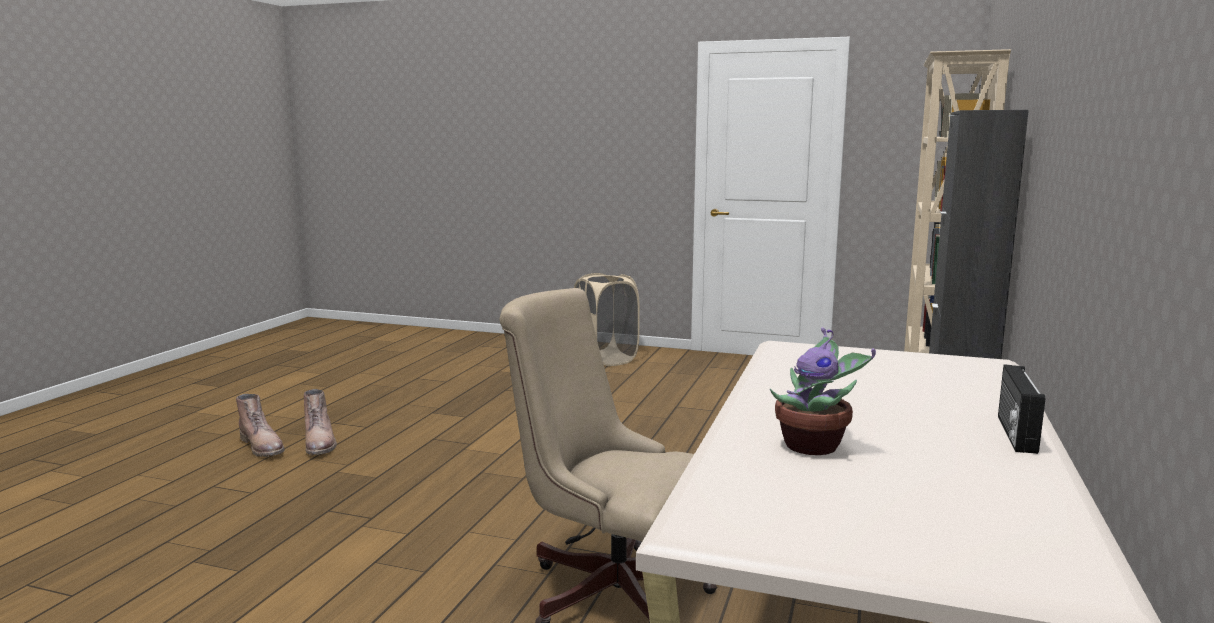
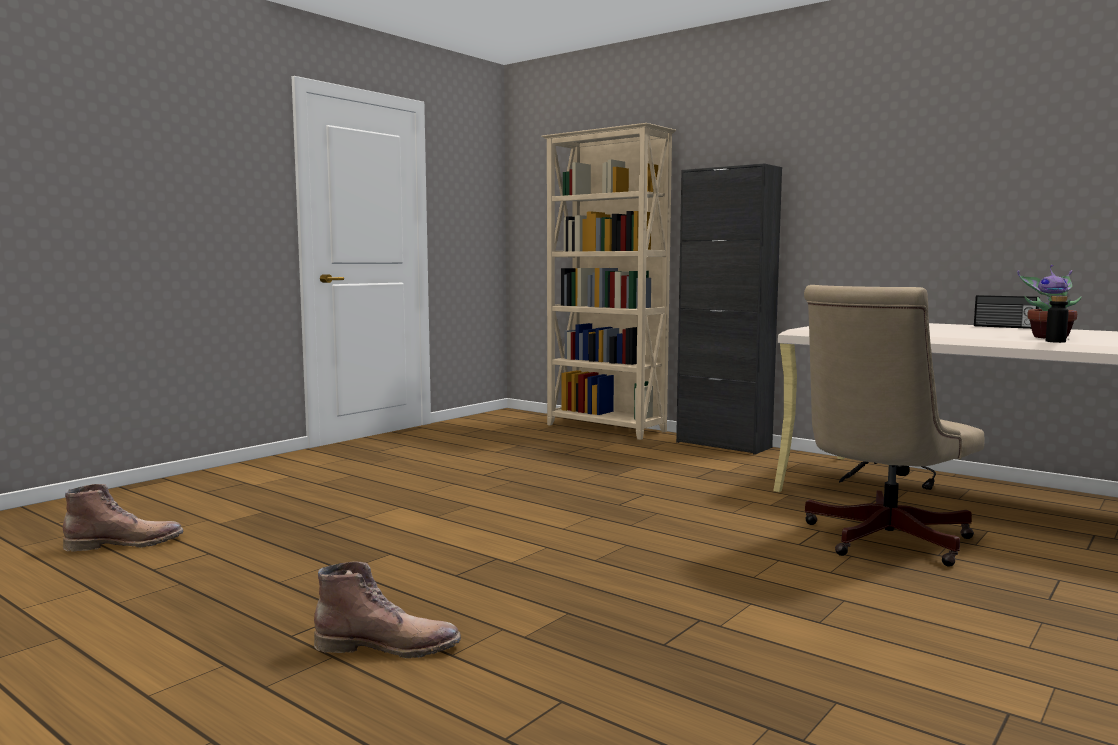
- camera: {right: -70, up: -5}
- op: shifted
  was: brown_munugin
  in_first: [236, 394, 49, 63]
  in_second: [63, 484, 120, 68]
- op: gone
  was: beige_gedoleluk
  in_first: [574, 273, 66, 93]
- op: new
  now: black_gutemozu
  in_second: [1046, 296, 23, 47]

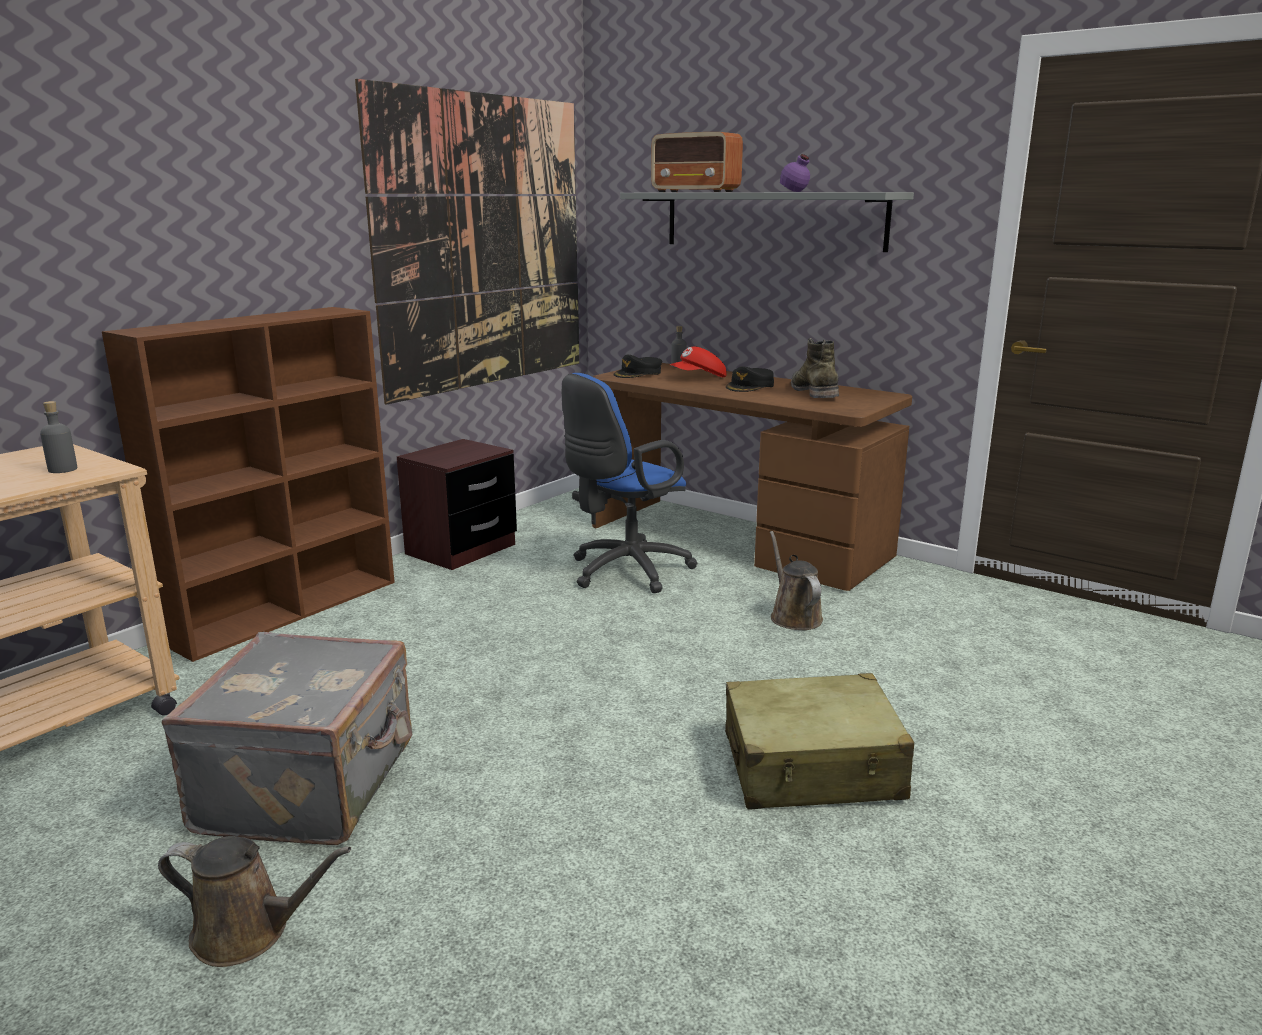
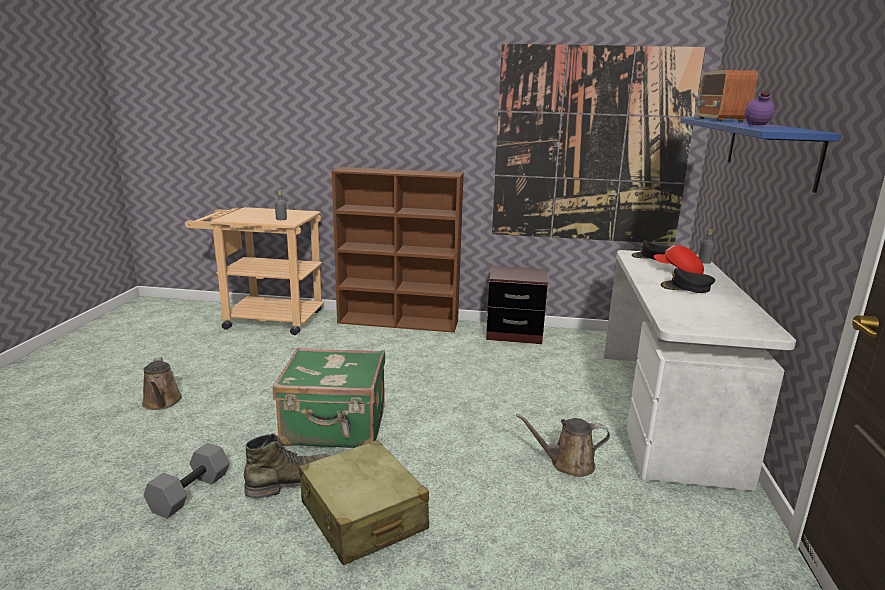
- camera: {right: 60, up: 0}
- op: gone
  was: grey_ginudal
  in_first: [162, 632, 250, 213]
- op: gone
  was: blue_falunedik
  in_first: [562, 373, 136, 220]
- op: repainted
  was: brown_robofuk
  now: white_robofuk
  in_first: [592, 363, 320, 228]
  in_second: [604, 250, 192, 241]
- op: repainted
  was: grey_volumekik
  now: blue_volumekik
  in_first: [620, 192, 294, 60]
  in_second: [680, 117, 162, 76]
- op: rotated
  was: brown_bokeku
  in_first: [770, 531, 53, 99]
  in_second: [516, 414, 94, 63]
  clockwise: -135
- op: shifted
  was: green_munugin
  in_first: [791, 338, 48, 60]
  in_second: [244, 433, 86, 65]
- op: new
  now: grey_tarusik
  in_second: [143, 443, 87, 76]
- op: new
  now: green_ginudal
  in_second: [273, 348, 112, 100]

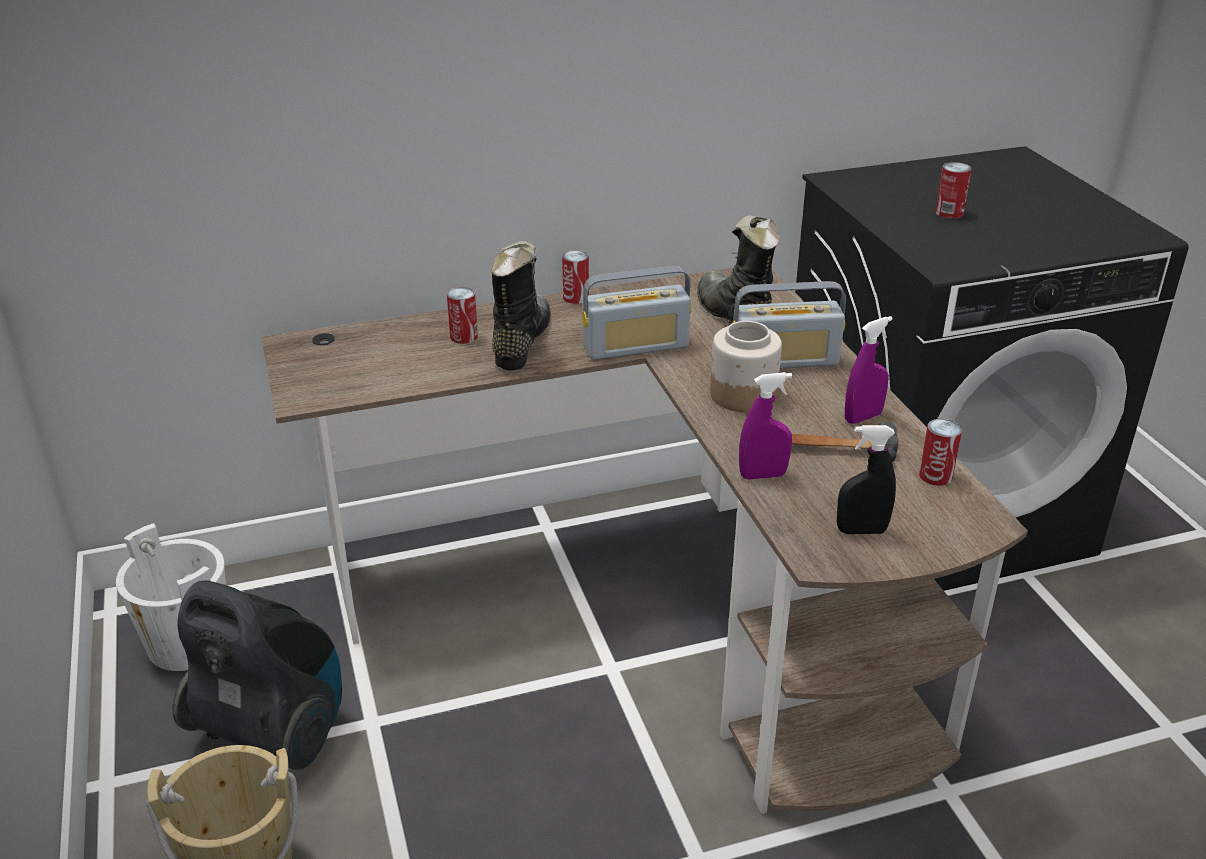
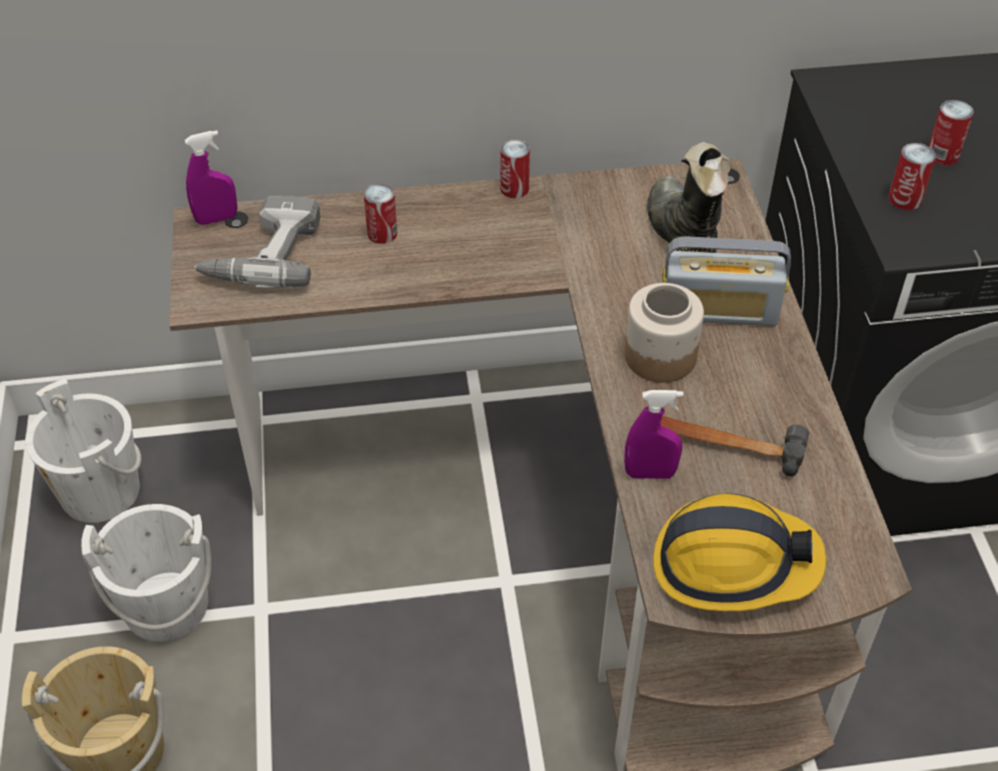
- camera: {right: 10, up: 15}
- op: swapped
  was: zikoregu
  now: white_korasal
  in_first: [172, 580, 170, 190]
  in_second: [81, 504, 130, 138]
- op: gone
  was: black_munugin
  in_first: [491, 241, 60, 129]
- op: gone
  was: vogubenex
  in_first: [582, 266, 109, 94]
- op: swapped
  was: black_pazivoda
  now: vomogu
  in_first: [837, 425, 59, 109]
  in_second: [653, 493, 173, 118]
- op: shifted
  was: purple_pazivoda
  in_first: [845, 316, 48, 107]
  in_second: [185, 130, 52, 95]
- op: shifted
  was: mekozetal
  in_first: [919, 419, 43, 67]
  in_second: [889, 143, 47, 67]
- op: new
  now: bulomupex
  in_second: [194, 196, 127, 92]

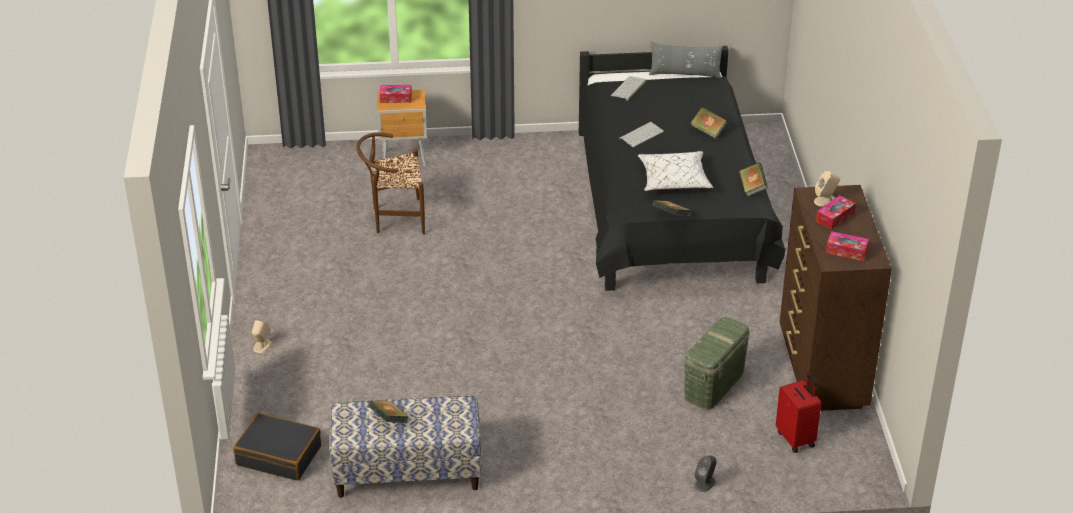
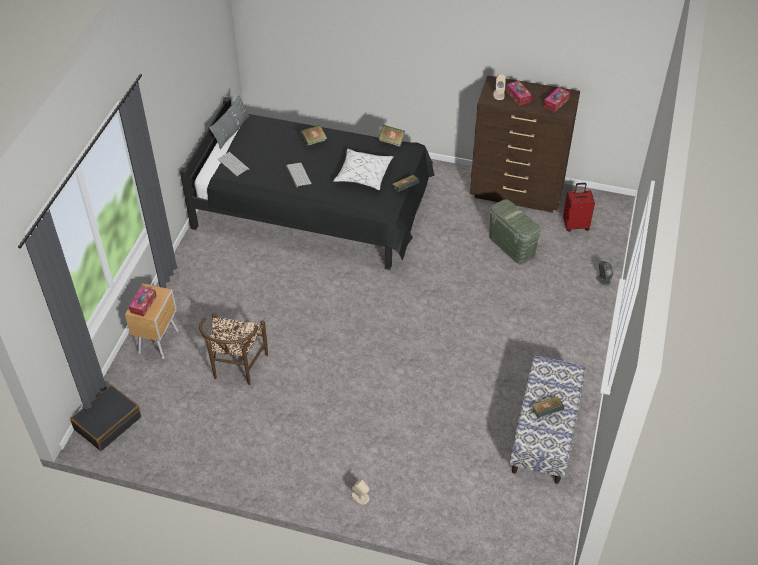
- camera: {right: -70, up: 10}
- op: shifted
  was: black_ginudal
  in_first: [233, 413, 88, 68]
  in_second: [70, 385, 71, 66]

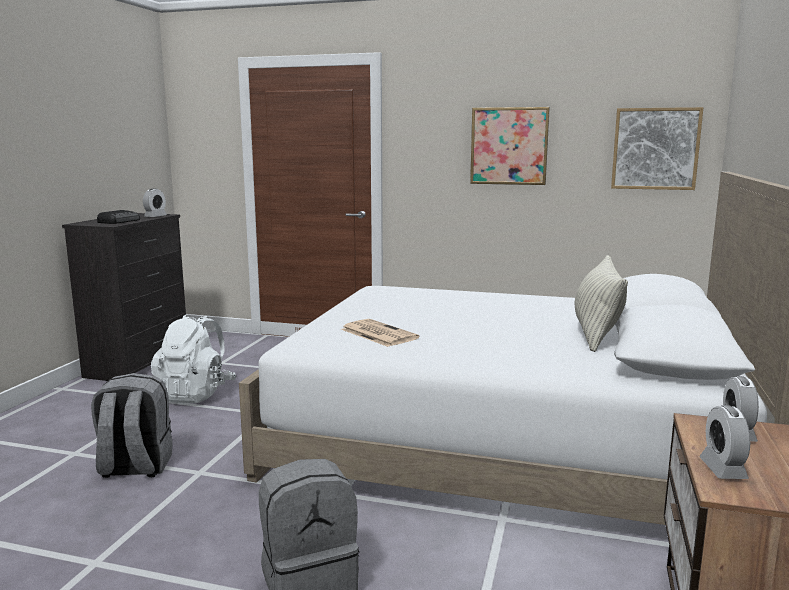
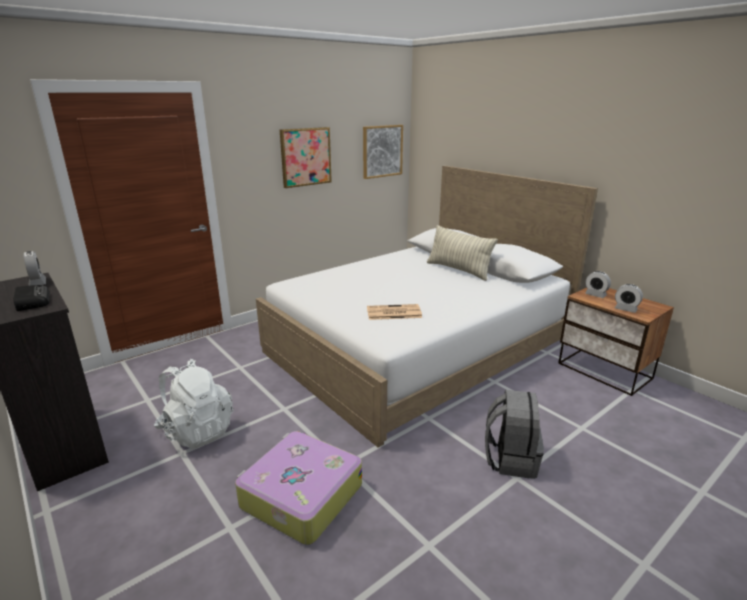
- camera: {right: -55, up: 10}
- op: swapped
  was: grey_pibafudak
  now: ginudal
  in_first: [91, 373, 82, 105]
  in_second: [235, 431, 127, 114]

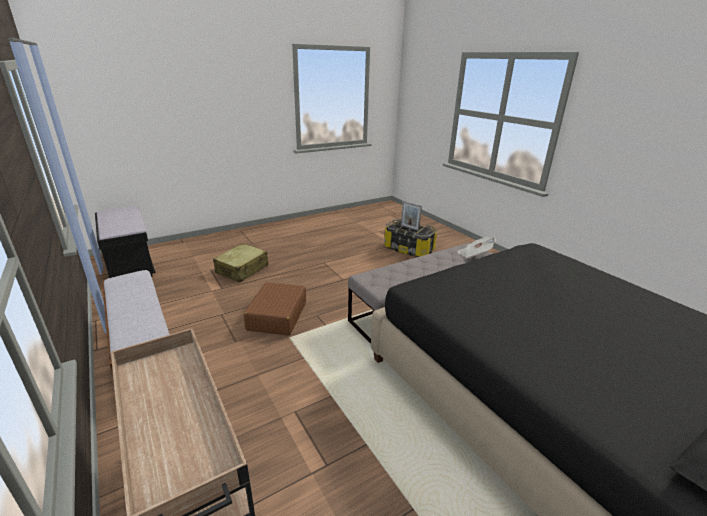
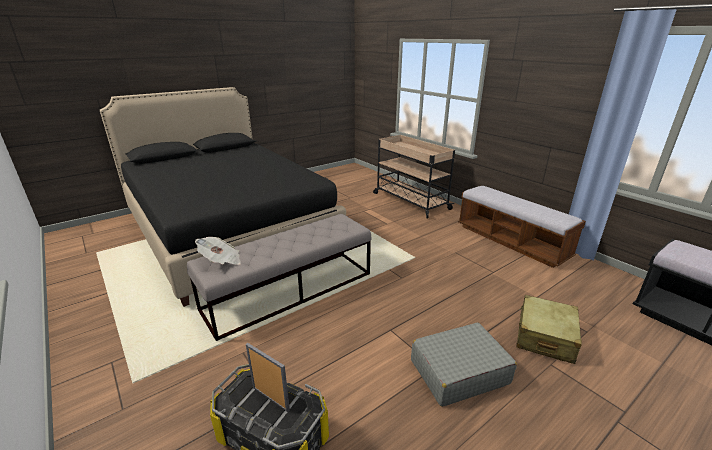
- camera: {right: 175, up: 0}
- op: gone
  was: brown_ginudal
  in_first: [244, 282, 62, 54]
- op: new
  now: grey_ginudal
  in_second: [411, 322, 106, 85]

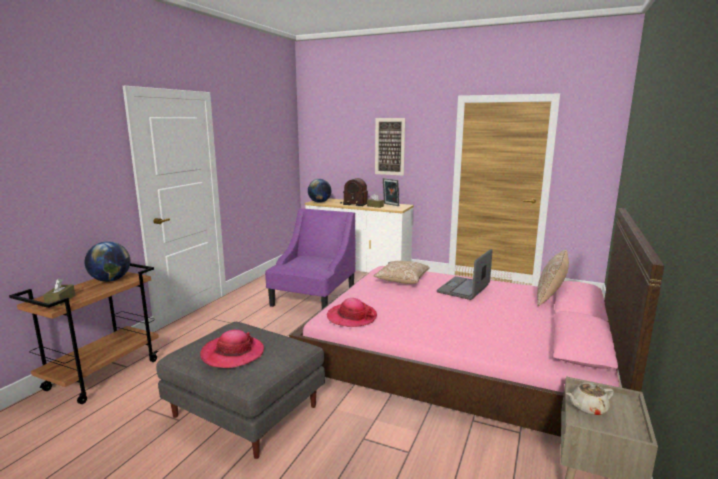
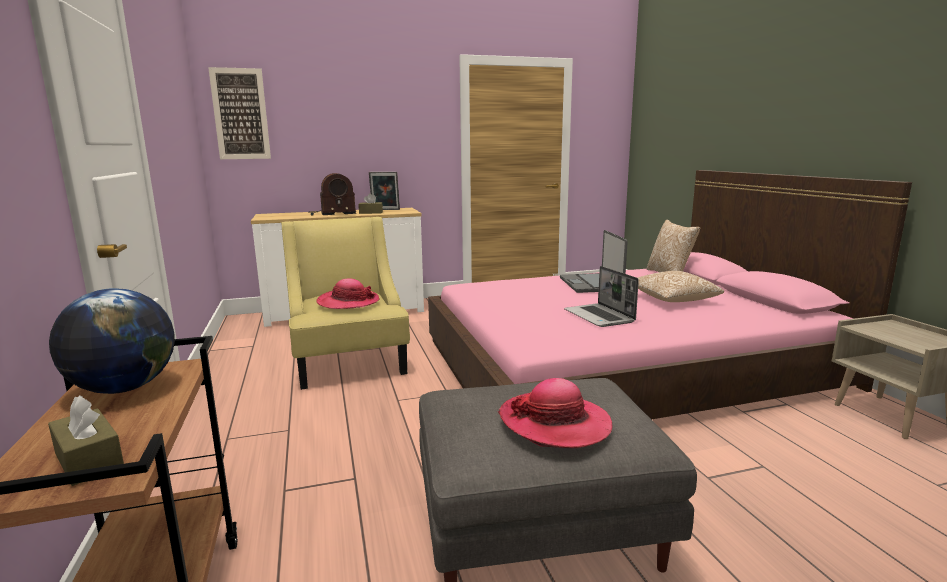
- camera: {right: -40, up: 0}
- op: repainted
  was: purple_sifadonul
  now: yellow_sifadonul
  in_first: [265, 208, 90, 101]
  in_second: [281, 217, 129, 173]
- op: gone
  was: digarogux
  in_first: [308, 179, 24, 24]
- op: shifted
  was: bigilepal
  in_first: [327, 298, 50, 29]
  in_second: [316, 278, 63, 31]
- op: shifted
  was: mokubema
  in_first: [373, 261, 57, 23]
  in_second: [637, 271, 87, 31]
- op: shifted
  was: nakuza
  in_first: [375, 118, 30, 58]
  in_second: [208, 67, 63, 92]
- op: gone
  was: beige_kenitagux
  in_first: [566, 383, 48, 33]
- op: new
  now: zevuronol
  in_second: [564, 266, 75, 61]

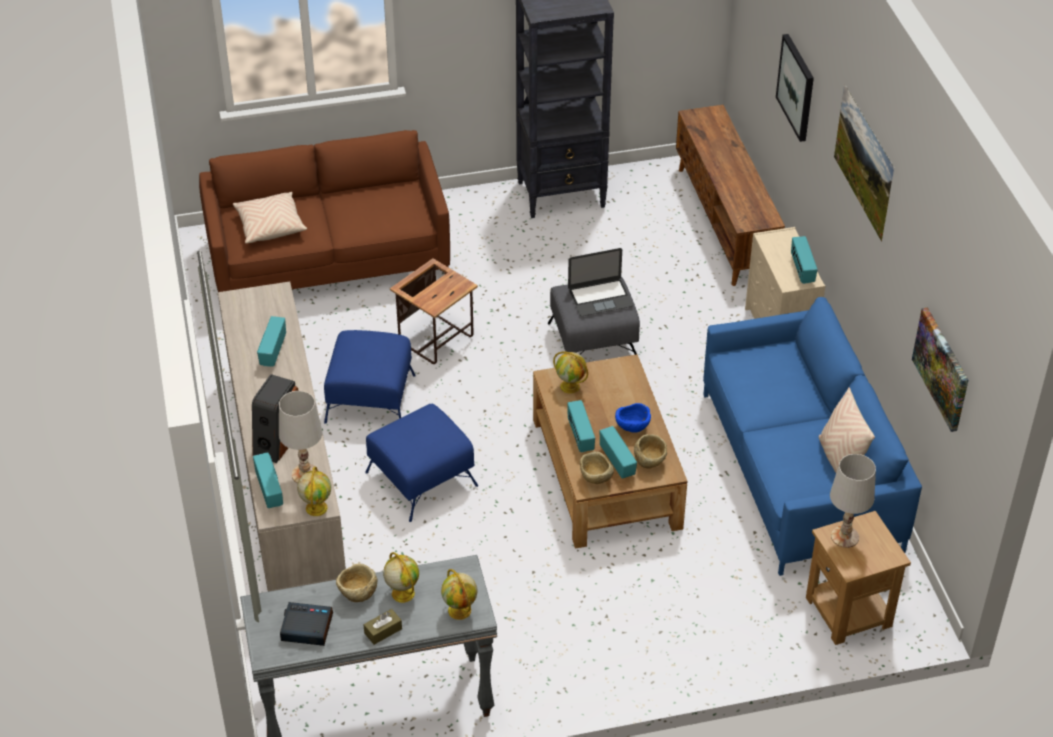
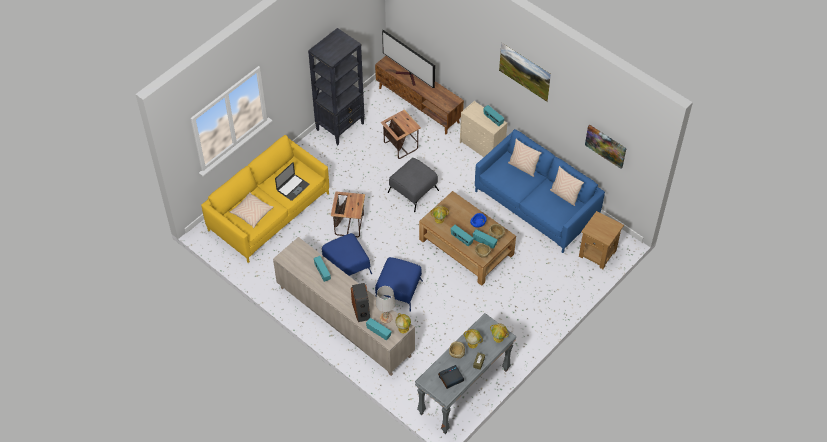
- camera: {right: -35, up: 10}
- op: repainted
  was: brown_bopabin
  now: yellow_bopabin
  in_first: [199, 130, 251, 162]
  in_second: [201, 135, 128, 128]
- op: shifted
  was: zevuronol
  in_first: [568, 248, 65, 68]
  in_second: [275, 162, 34, 39]
- op: gone
  was: nakuza
  in_first: [776, 34, 38, 108]
- op: gone
  was: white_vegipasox
  in_first: [830, 454, 46, 94]
- op: new
  now: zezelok
  in_second: [381, 110, 40, 49]
- op: new
  now: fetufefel
  in_second: [382, 30, 53, 58]
- op: new
  now: beige_mokubema
  in_second: [508, 138, 33, 39]

